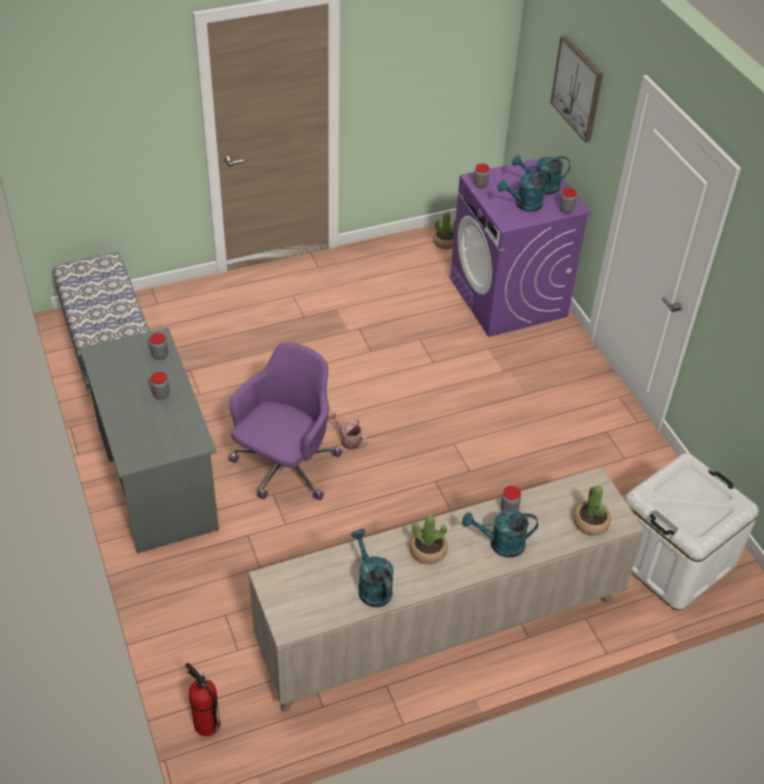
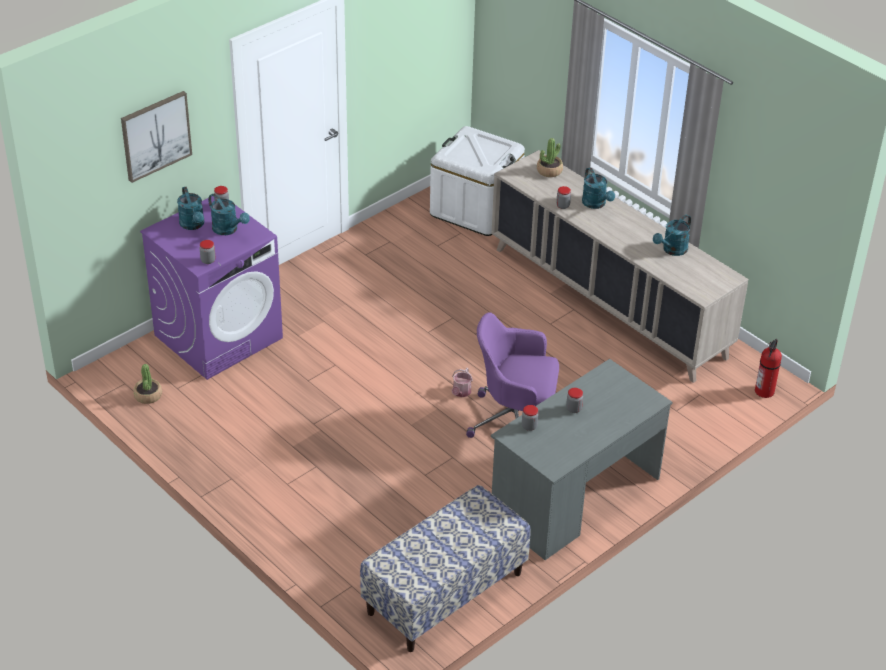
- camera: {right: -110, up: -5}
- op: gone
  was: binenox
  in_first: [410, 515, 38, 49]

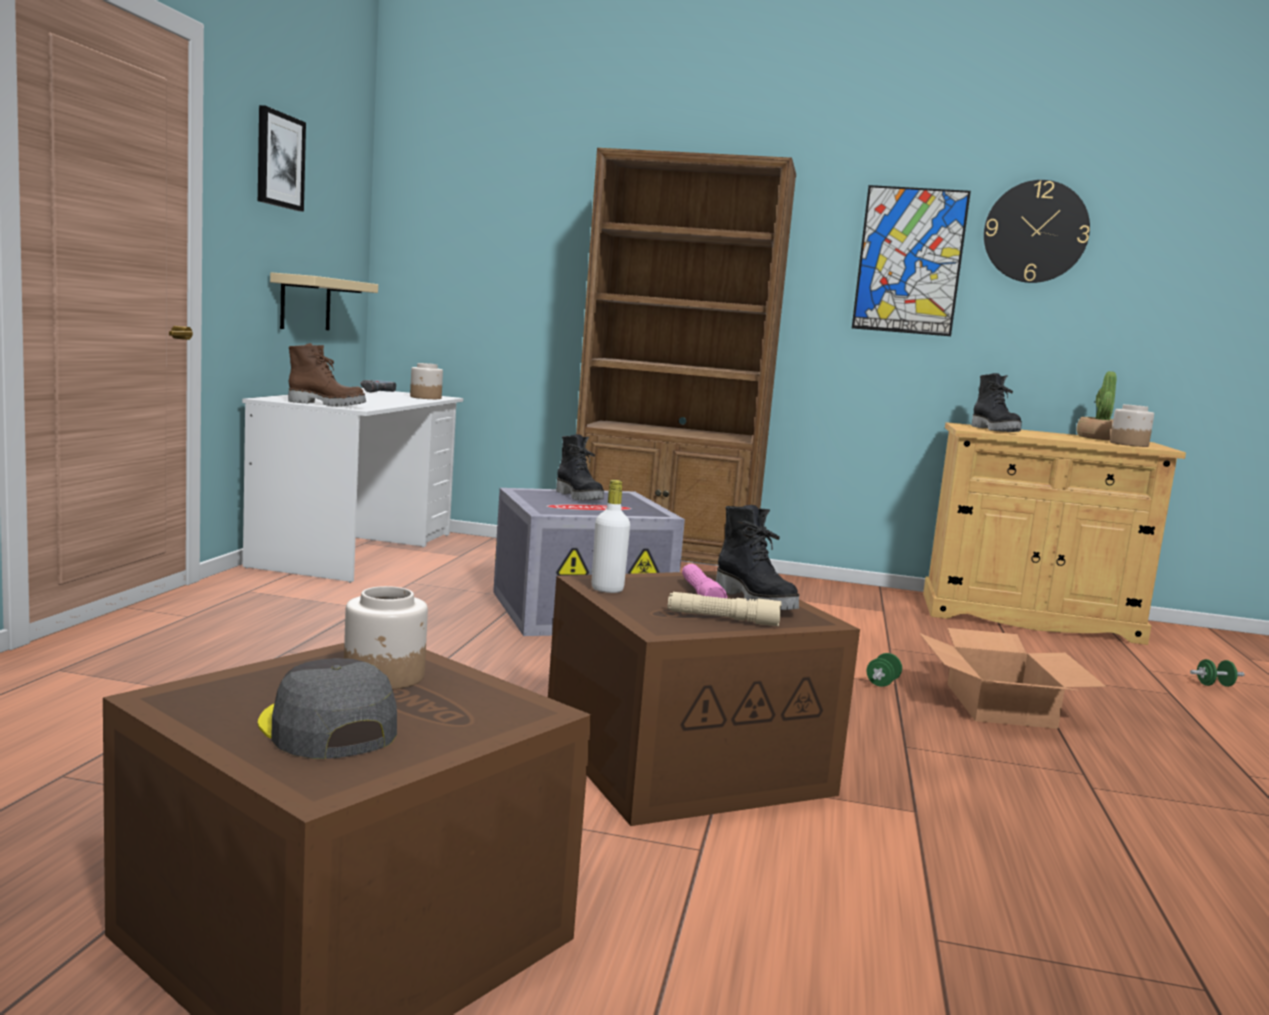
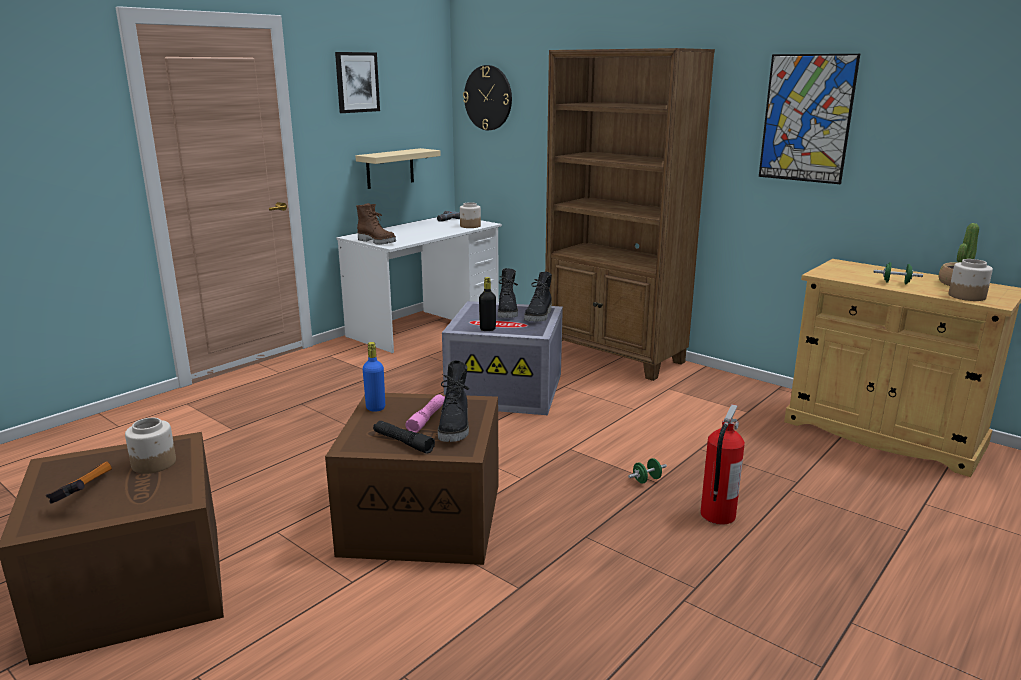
- camera: {right: 30, up: 10}
- op: swapped
  was: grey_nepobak
  now: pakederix
  in_first: [258, 658, 139, 101]
  in_second: [46, 461, 66, 43]
- op: repainted
  was: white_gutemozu
  now: blue_gutemozu
  in_first: [592, 480, 38, 113]
  in_second: [363, 342, 22, 70]
- op: repainted
  was: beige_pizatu
  now: black_pizatu
  in_first: [667, 592, 114, 34]
  in_second: [373, 421, 62, 33]
- op: swapped
  was: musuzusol
  now: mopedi
  in_first: [919, 628, 187, 101]
  in_second: [701, 404, 44, 121]
- op: shifted
  was: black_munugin
  in_first: [971, 373, 51, 59]
  in_second: [524, 272, 28, 50]
- op: shifted
  was: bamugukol
  in_first: [984, 180, 106, 103]
  in_second: [463, 65, 49, 65]
- op: shifted
  was: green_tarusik
  in_first: [1190, 659, 55, 28]
  in_second: [874, 262, 49, 22]
- op: new
  now: black_gutemozu
  in_second: [479, 277, 17, 54]

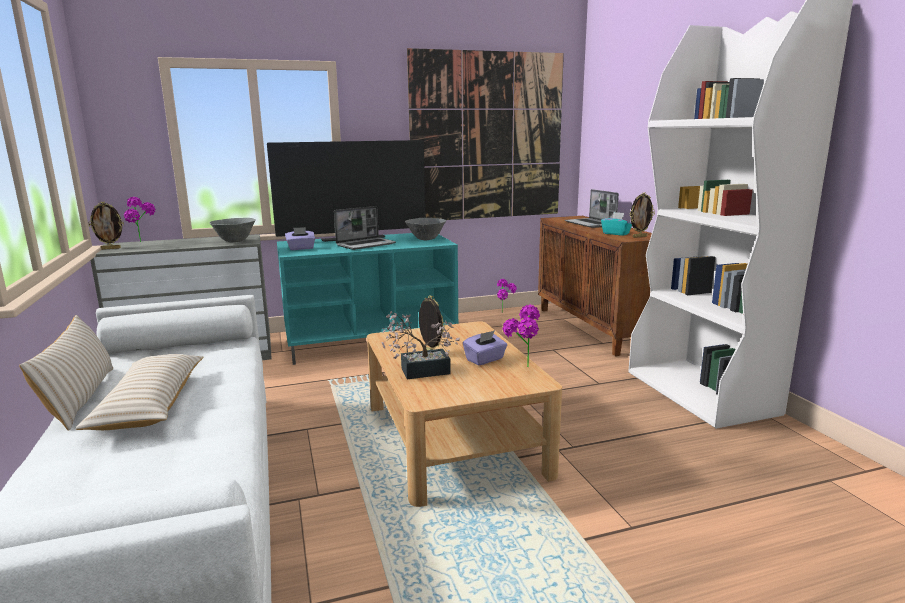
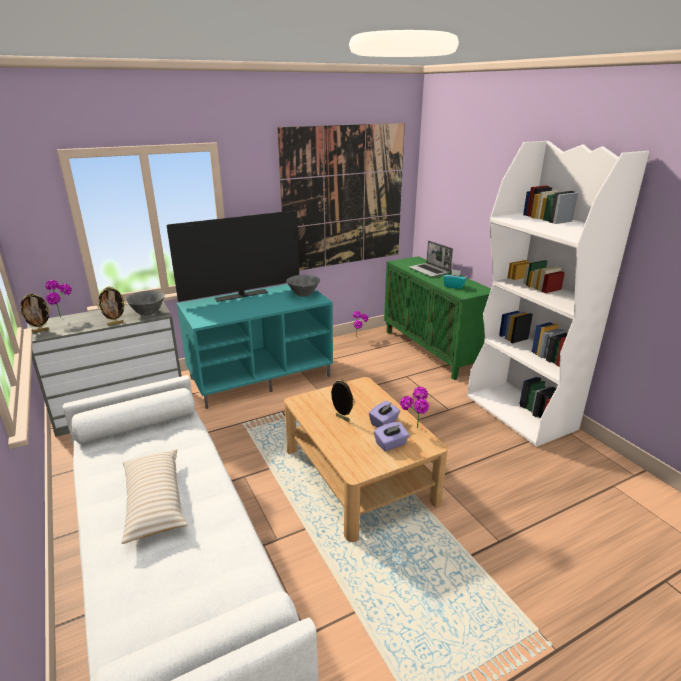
- camera: {right: -10, up: 10}
- op: gone
  was: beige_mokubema
  in_first: [19, 315, 94, 116]
- op: shifted
  was: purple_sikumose
  in_first: [285, 227, 30, 23]
  in_second: [374, 422, 35, 29]
- op: gone
  was: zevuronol
  in_first: [334, 206, 62, 44]
- op: gone
  was: binenox
  in_first: [382, 311, 78, 68]
- op: repainted
  was: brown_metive
  now: green_metive
  in_first: [538, 216, 114, 140]
  in_second: [384, 256, 107, 124]
- op: shifted
  was: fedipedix
  in_first: [630, 193, 25, 45]
  in_second: [97, 287, 29, 39]

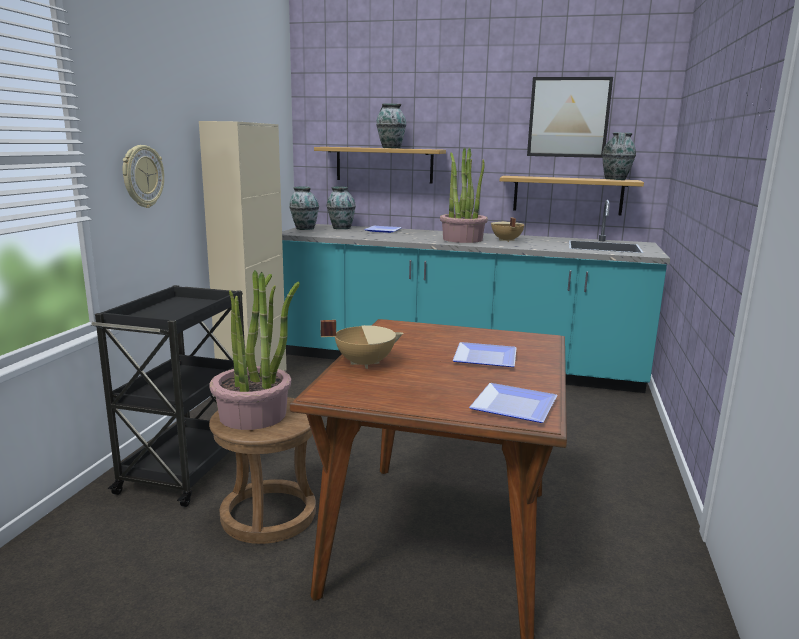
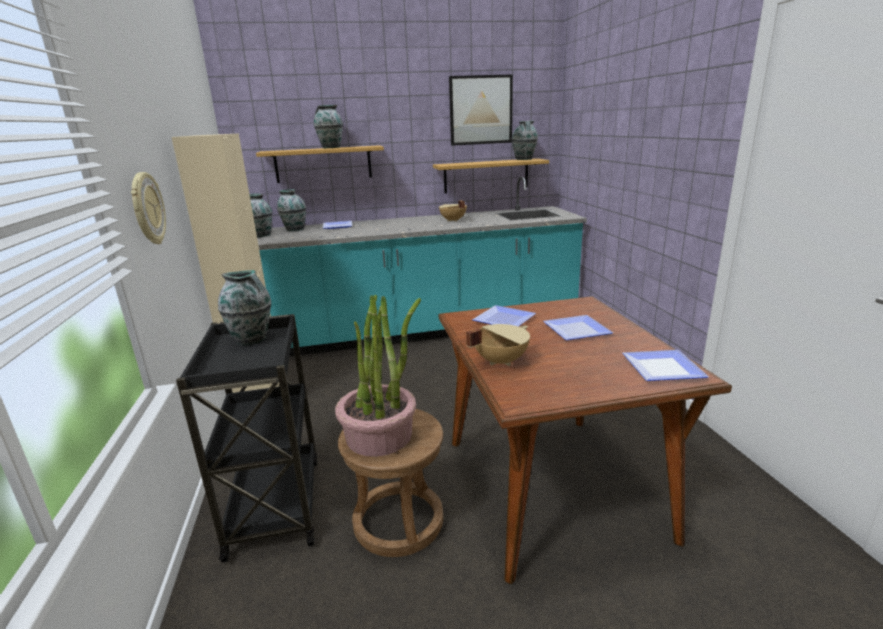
- camera: {right: -25, up: 5}
- op: gone
  was: binenox
  in_first: [440, 147, 48, 96]
- op: new
  now: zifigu
  in_second: [218, 270, 53, 75]
- op: new
  now: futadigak
  in_second: [472, 305, 64, 22]

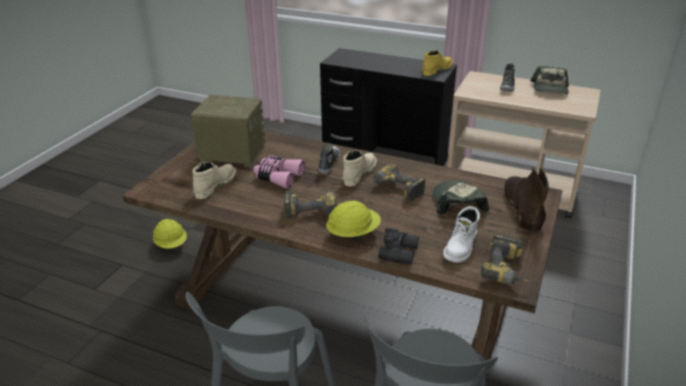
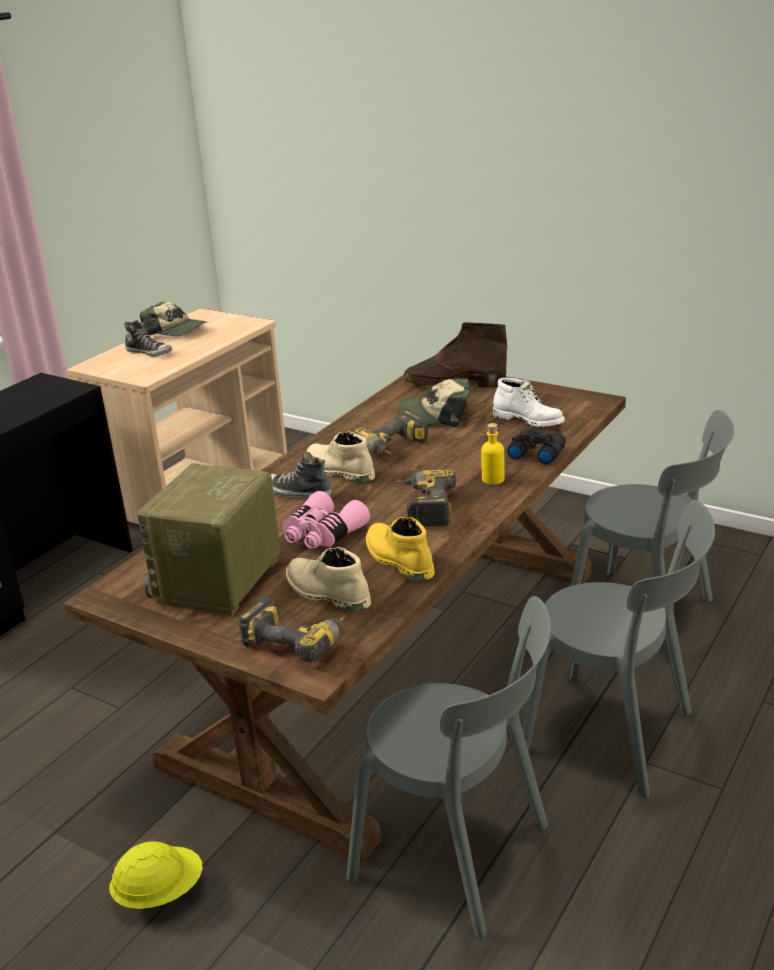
- camera: {right: -80, up: -5}
- op: swapped
  was: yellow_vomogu
  now: yellow_gutemozu
  in_first: [326, 200, 55, 41]
  in_second: [481, 423, 24, 62]
- op: shifted
  was: yellow_munugin
  in_first: [422, 50, 31, 26]
  in_second: [366, 517, 69, 64]
- op: shifted
  was: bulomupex
  in_first: [480, 234, 51, 50]
  in_second: [238, 597, 108, 65]
- op: new
  now: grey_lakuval
  in_second: [347, 596, 204, 343]

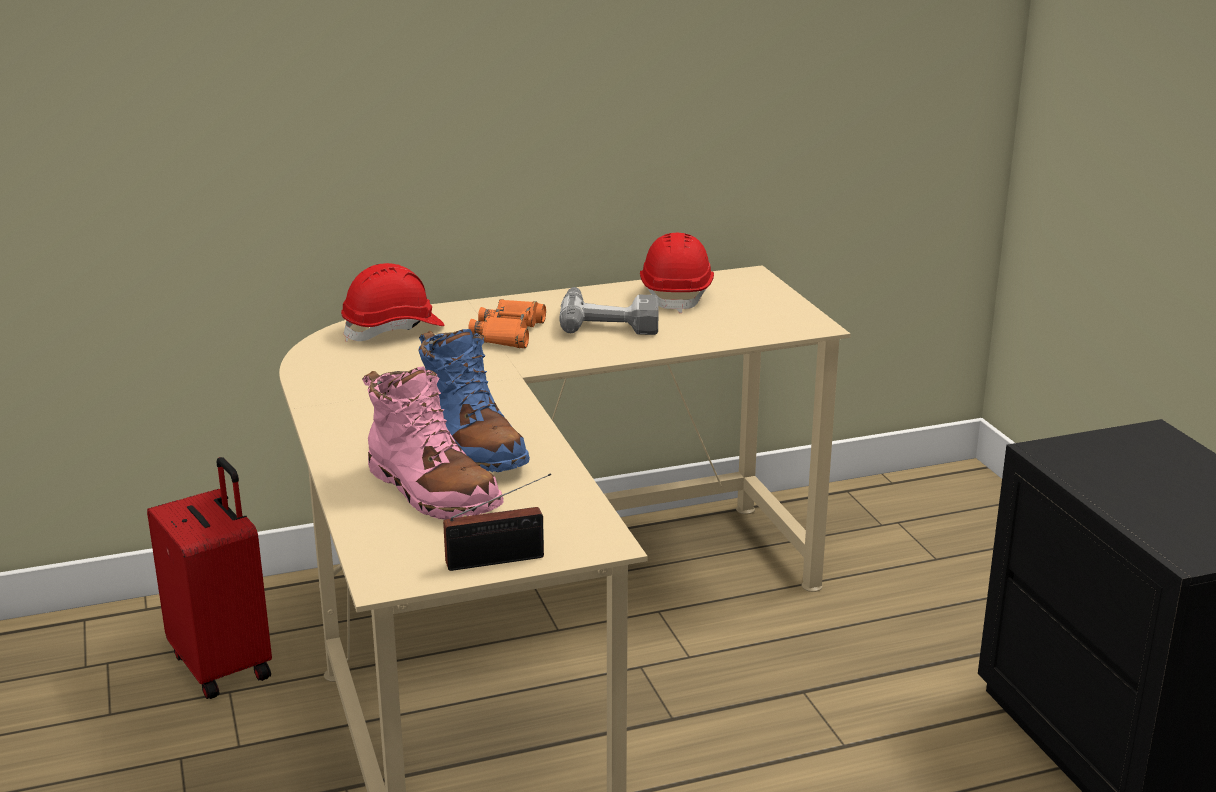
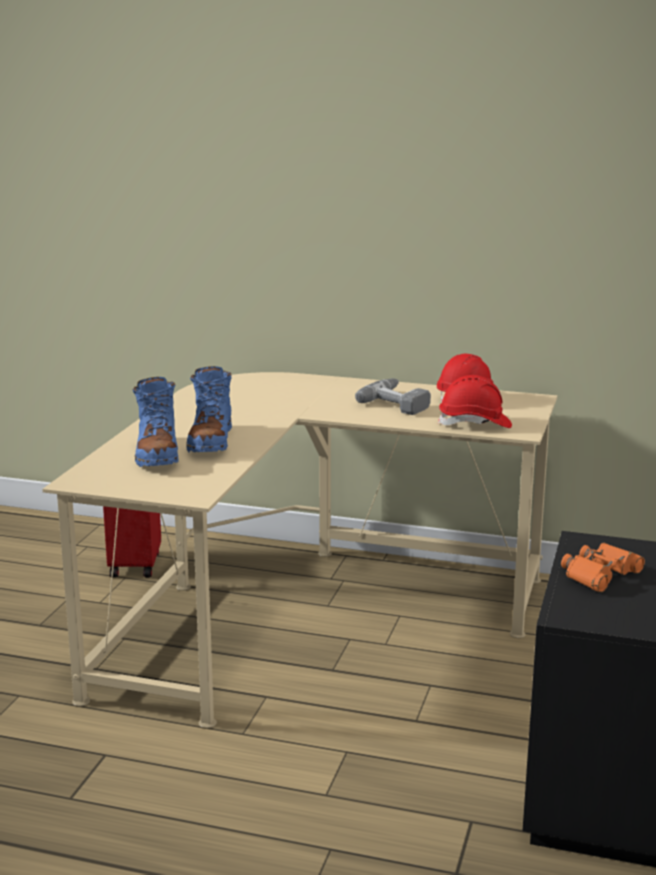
- camera: {right: 35, up: -5}
- op: shifted
  was: red_vomogu
  in_first: [341, 263, 104, 79]
  in_second: [438, 375, 74, 53]
- op: repainted
  was: pink_munugin
  now: blue_munugin
  in_first: [362, 366, 142, 154]
  in_second: [132, 377, 47, 90]
- op: gone
  was: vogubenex
  in_first: [443, 473, 108, 98]
- op: shifted
  was: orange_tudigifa
  in_first: [468, 299, 78, 49]
  in_second: [561, 542, 84, 51]

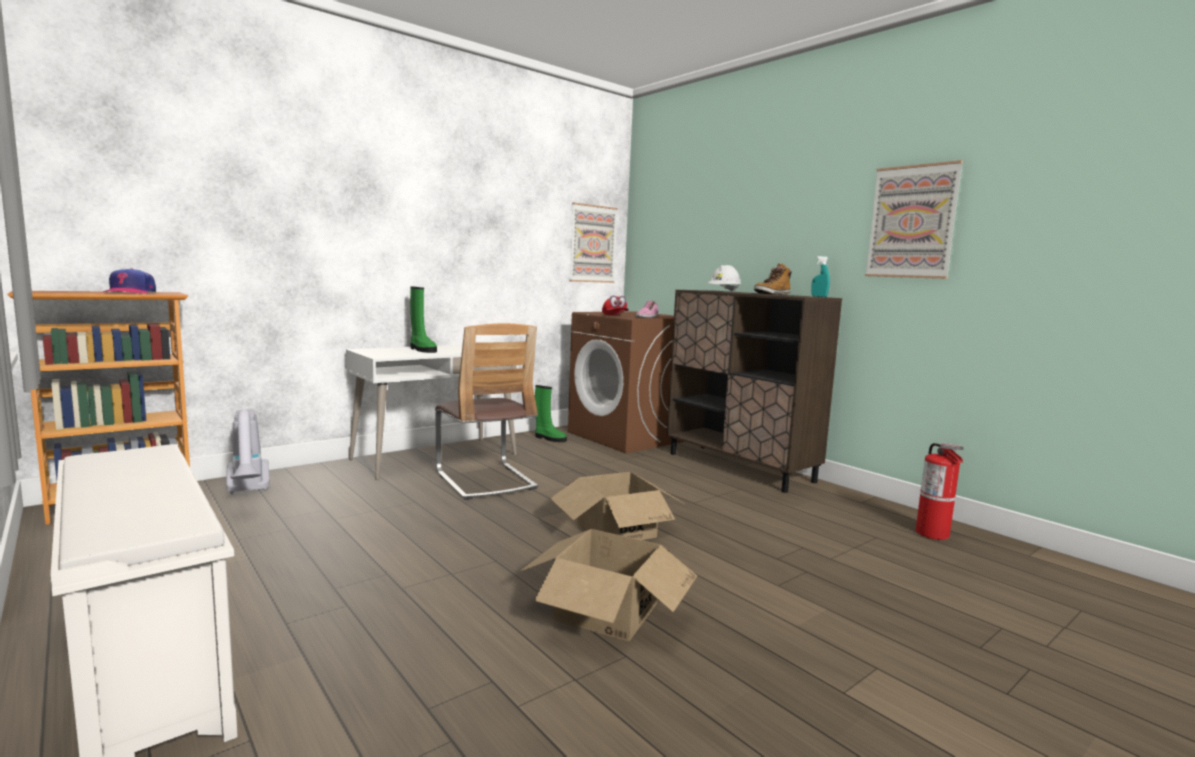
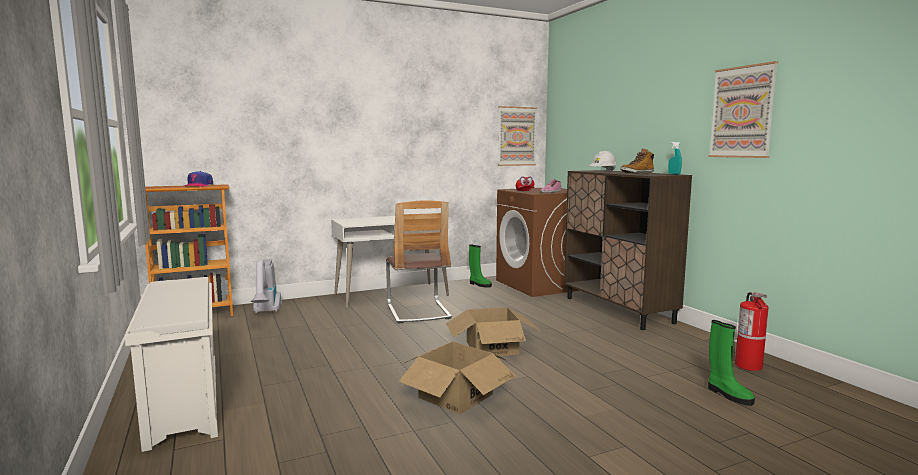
- camera: {right: 15, up: 0}
- op: shifted
  was: green_munugin
  in_first: [410, 286, 27, 67]
  in_second: [708, 320, 47, 86]

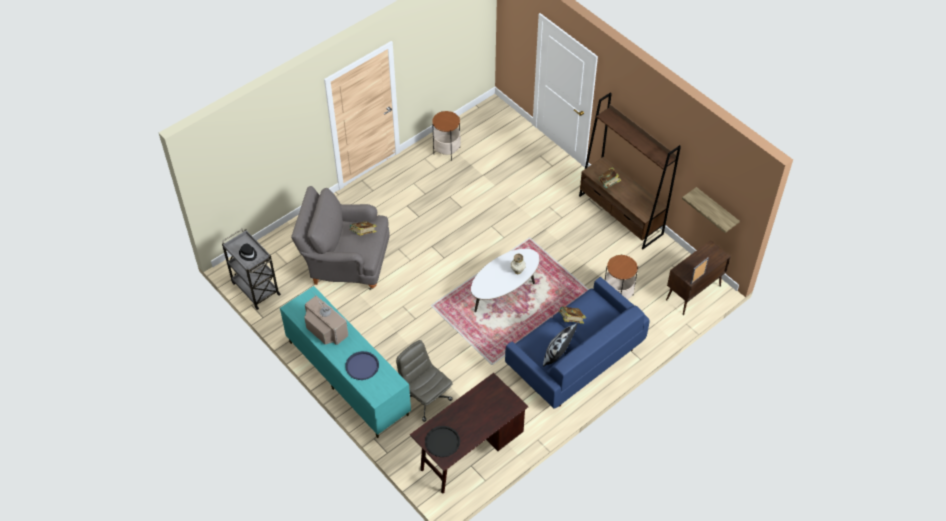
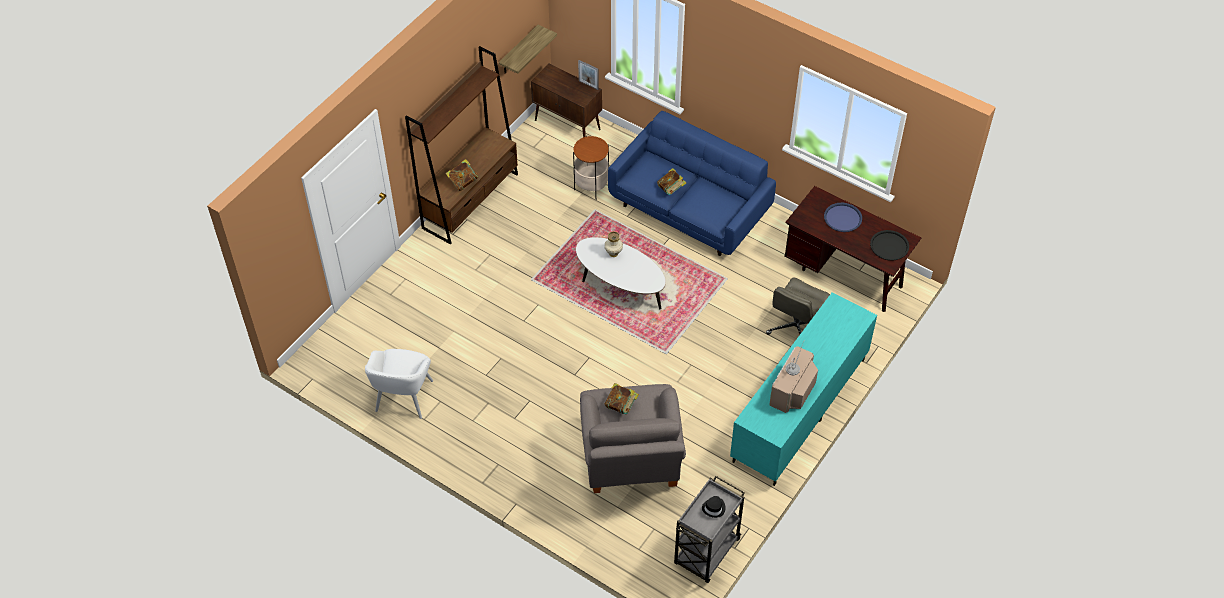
- camera: {right: -105, up: 0}
- op: shifted
  was: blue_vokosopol
  in_first: [345, 351, 34, 29]
  in_second: [824, 203, 38, 29]
- op: swapped
  was: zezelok
  now: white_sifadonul
  in_first: [432, 111, 29, 50]
  in_second: [365, 349, 68, 70]
- op: gone
  was: mokubema
  in_first: [543, 323, 35, 44]

